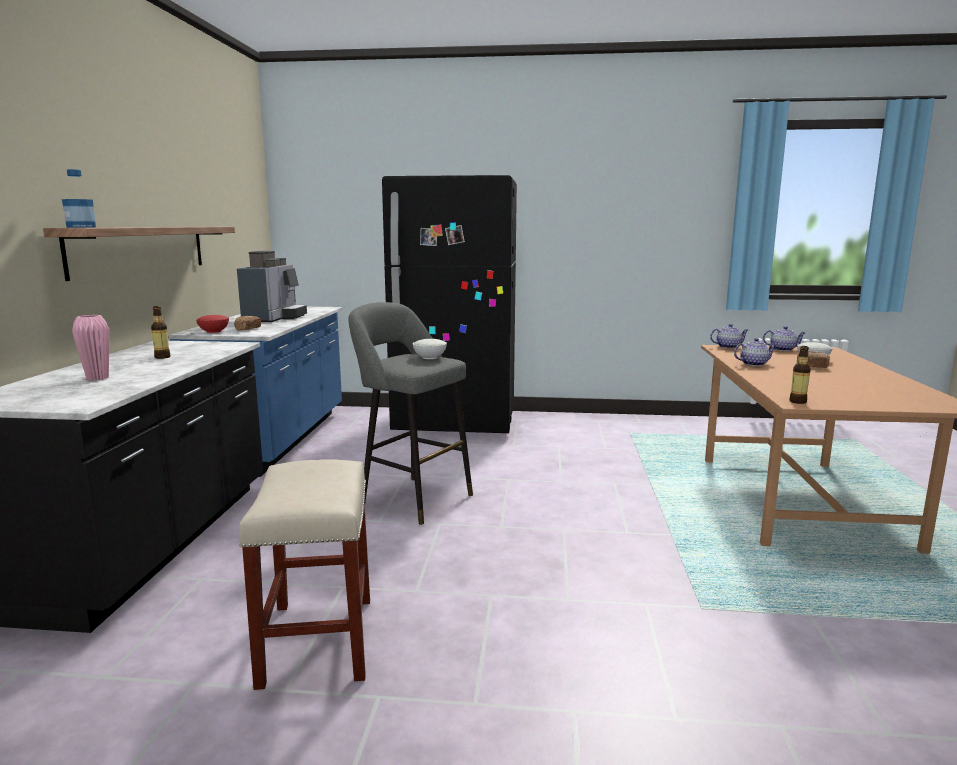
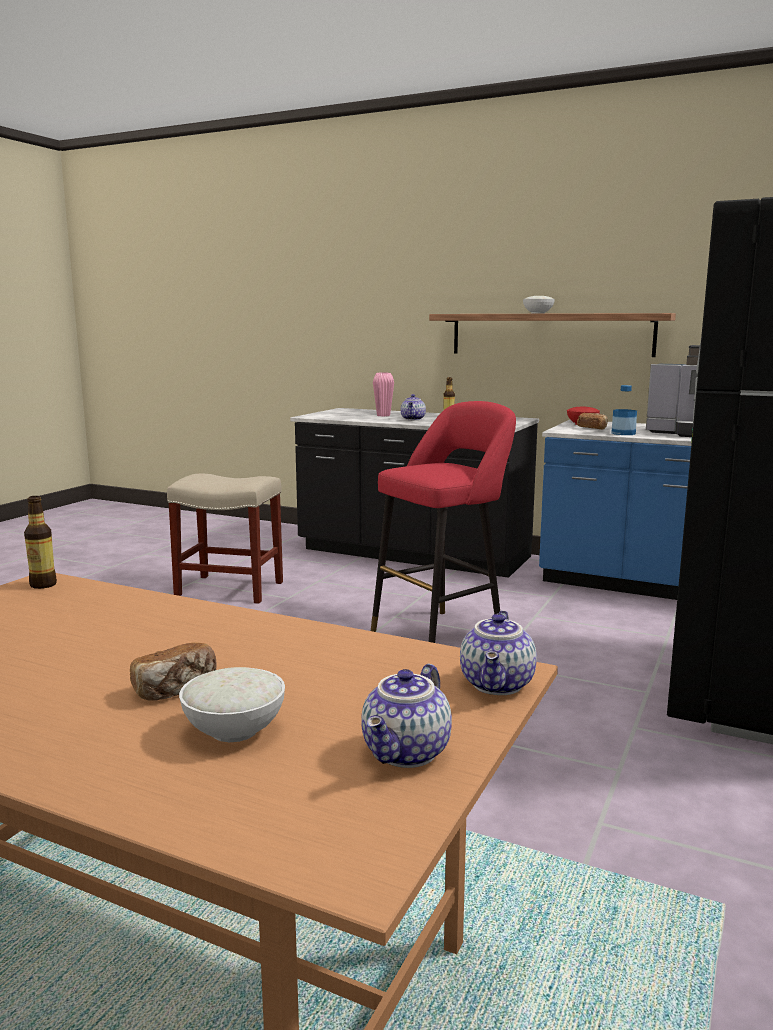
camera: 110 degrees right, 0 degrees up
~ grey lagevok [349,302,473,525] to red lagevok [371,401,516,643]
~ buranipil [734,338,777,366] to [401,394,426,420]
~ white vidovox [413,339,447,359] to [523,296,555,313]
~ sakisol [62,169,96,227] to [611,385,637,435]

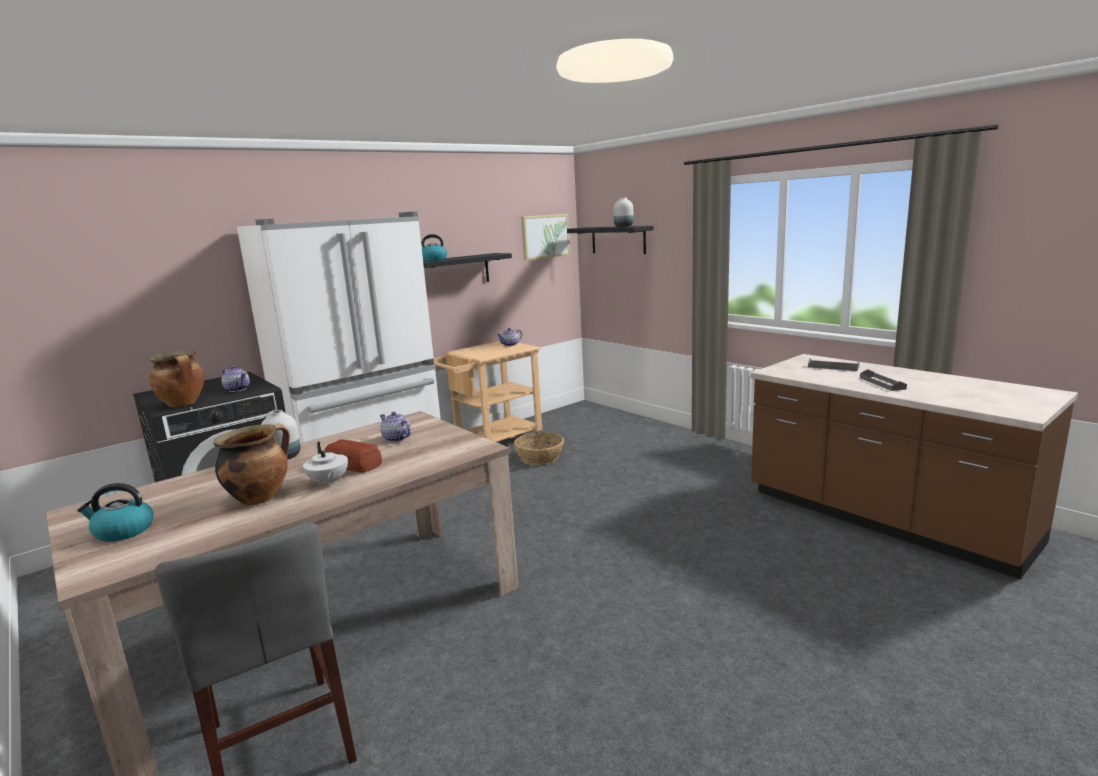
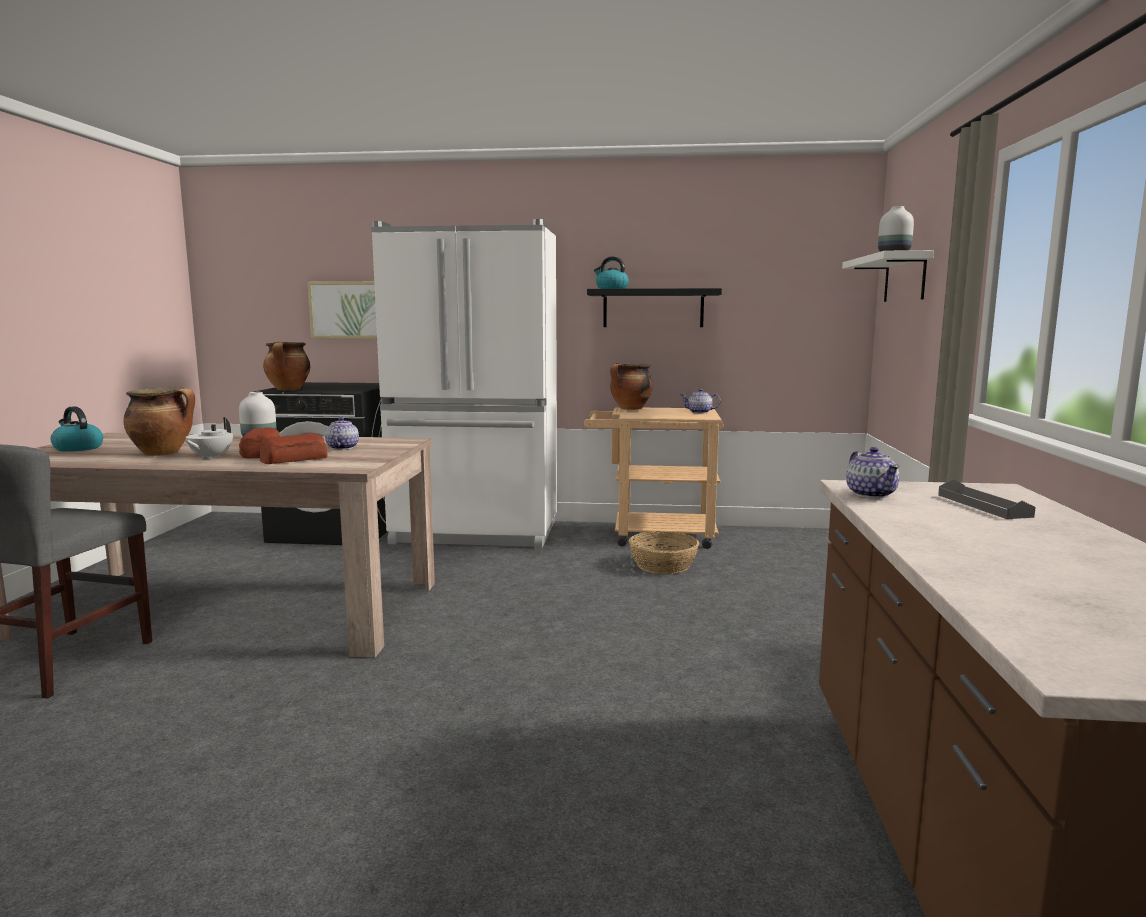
camera: 45 degrees right, 5 degrees down
+ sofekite [260,433,328,464]
~ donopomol [521,214,570,260] to [308,281,377,339]
+ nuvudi [610,363,653,410]
~ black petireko [567,226,654,254] to white petireko [842,250,934,302]
~ buranipil [221,366,250,392] to [846,447,899,498]
- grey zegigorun [860,369,907,391]

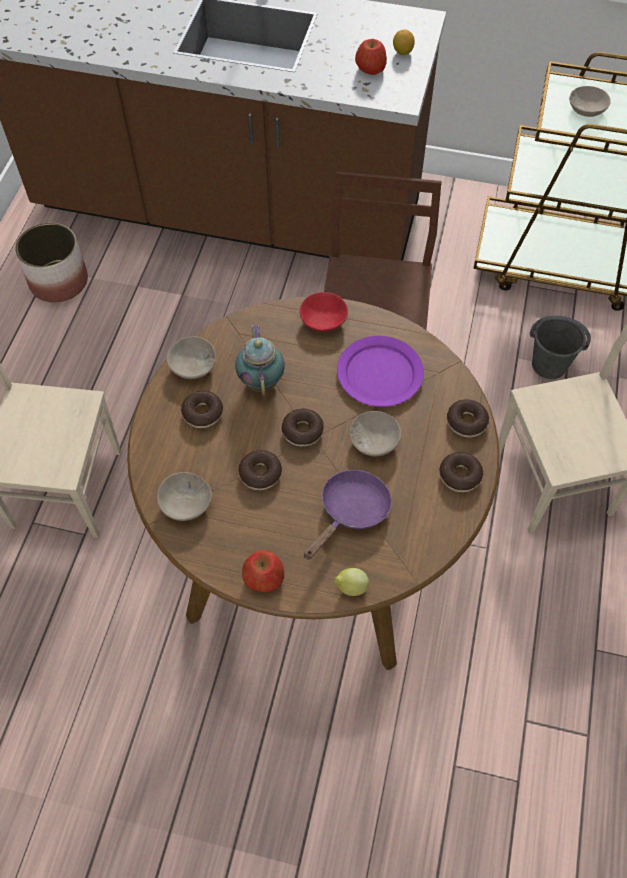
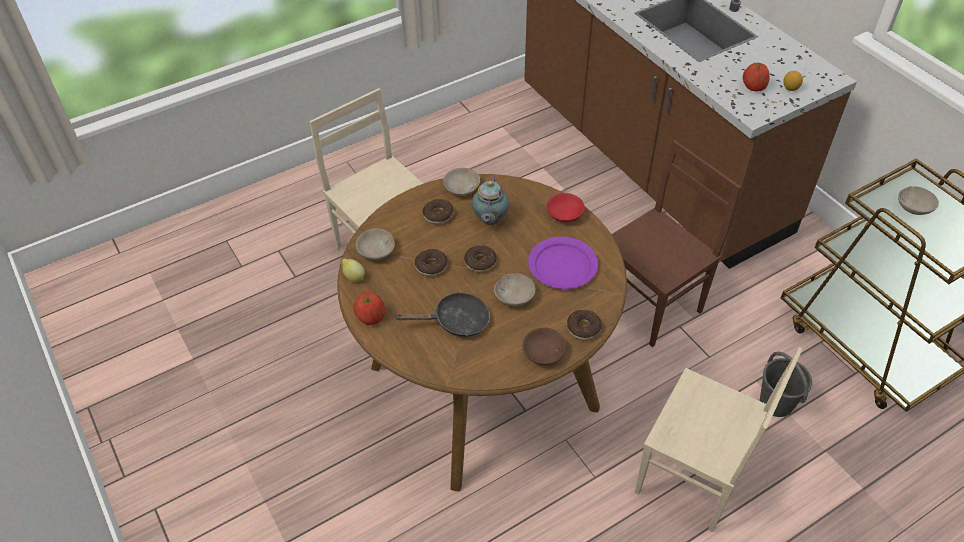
camera: 45 degrees right, 10 degrees down
~ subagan [333,568,369,596] to [341,258,365,282]
~ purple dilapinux [304,470,392,560] to black dilapinux [394,292,490,337]
~ buranipil [235,325,285,396] = [472,175,509,225] 150 degrees clockwise
~ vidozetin [439,452,483,492] to brown vidovox [522,328,566,365]
- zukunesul [15,223,88,302]

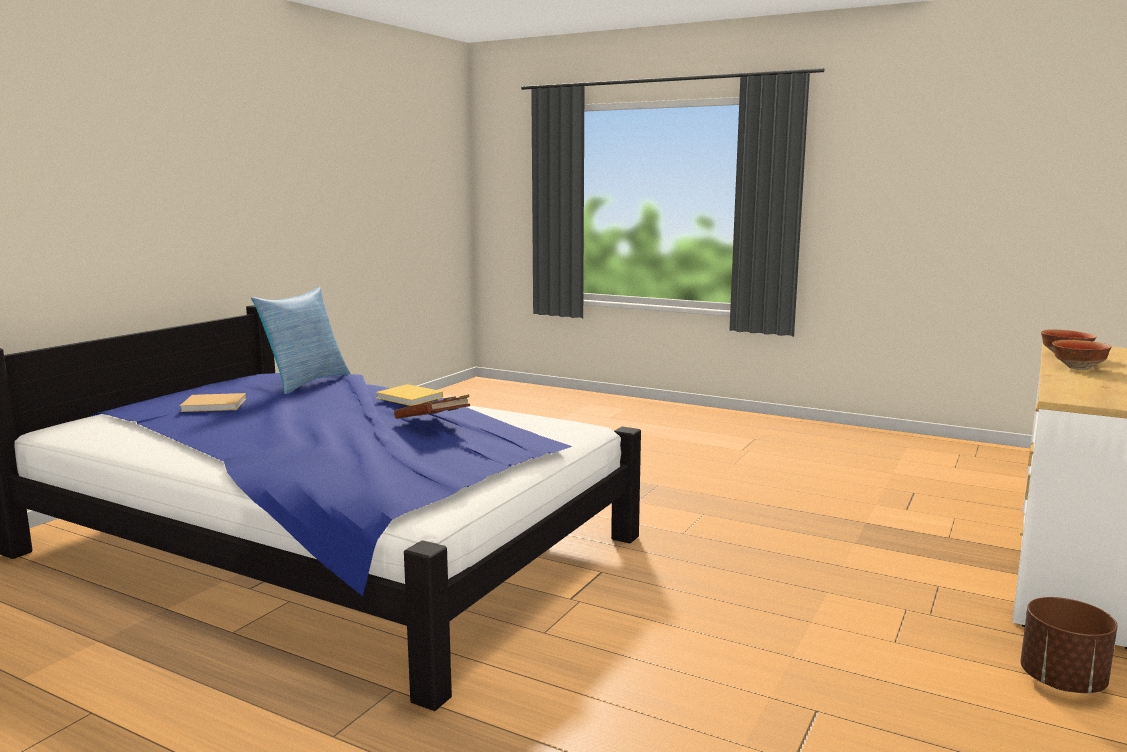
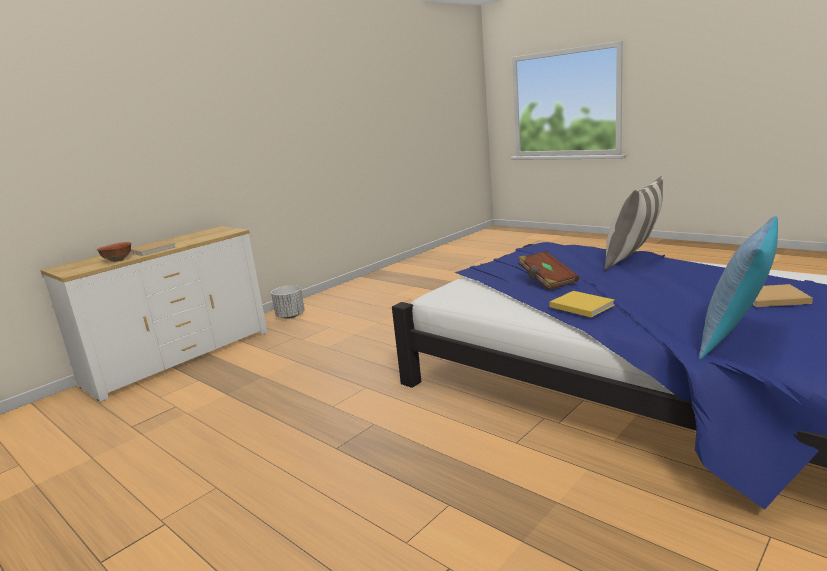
camera: 165 degrees left, 5 degrees up
~ vidovox [1052,340,1112,370] to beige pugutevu [130,241,175,256]
~ brown zukunesul [1020,597,1118,693] to white zukunesul [271,285,305,319]
+ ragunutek [604,176,664,270]

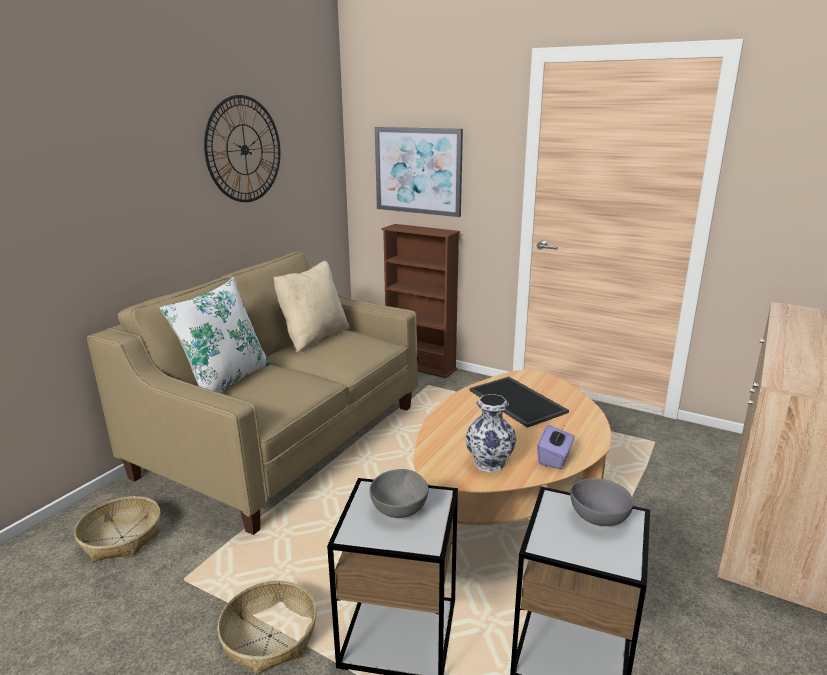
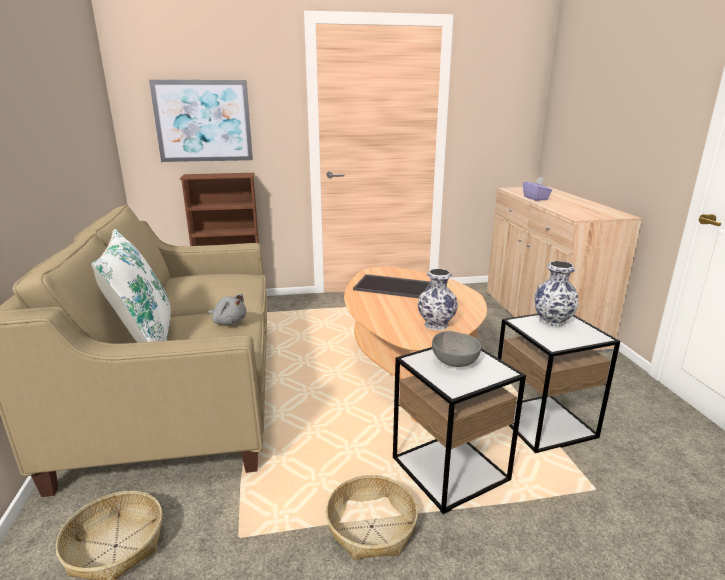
camera: 40 degrees left, 0 degrees up
+ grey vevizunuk [207,294,246,325]
~ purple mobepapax [537,425,574,469] to [523,176,552,201]
~ grey vidovox [570,478,634,526] to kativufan [534,261,579,328]
- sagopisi [204,95,281,202]
- beige ragunutek [274,261,349,353]

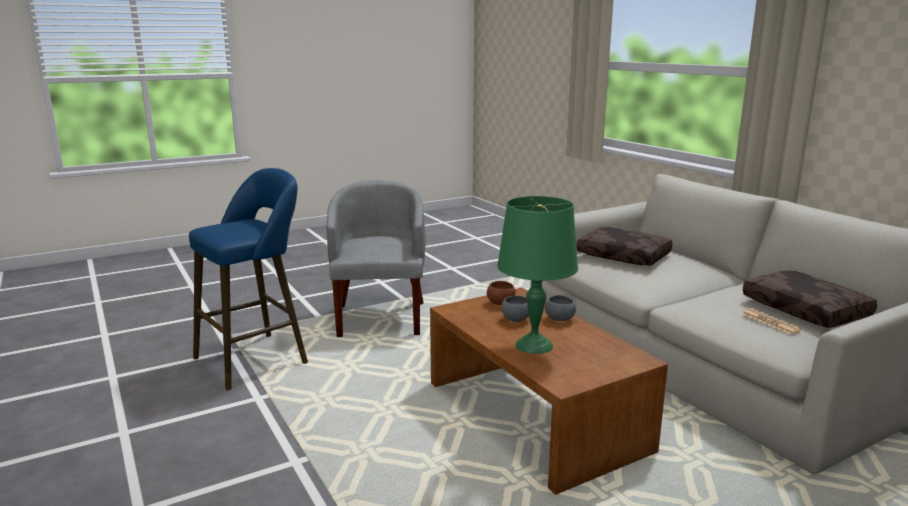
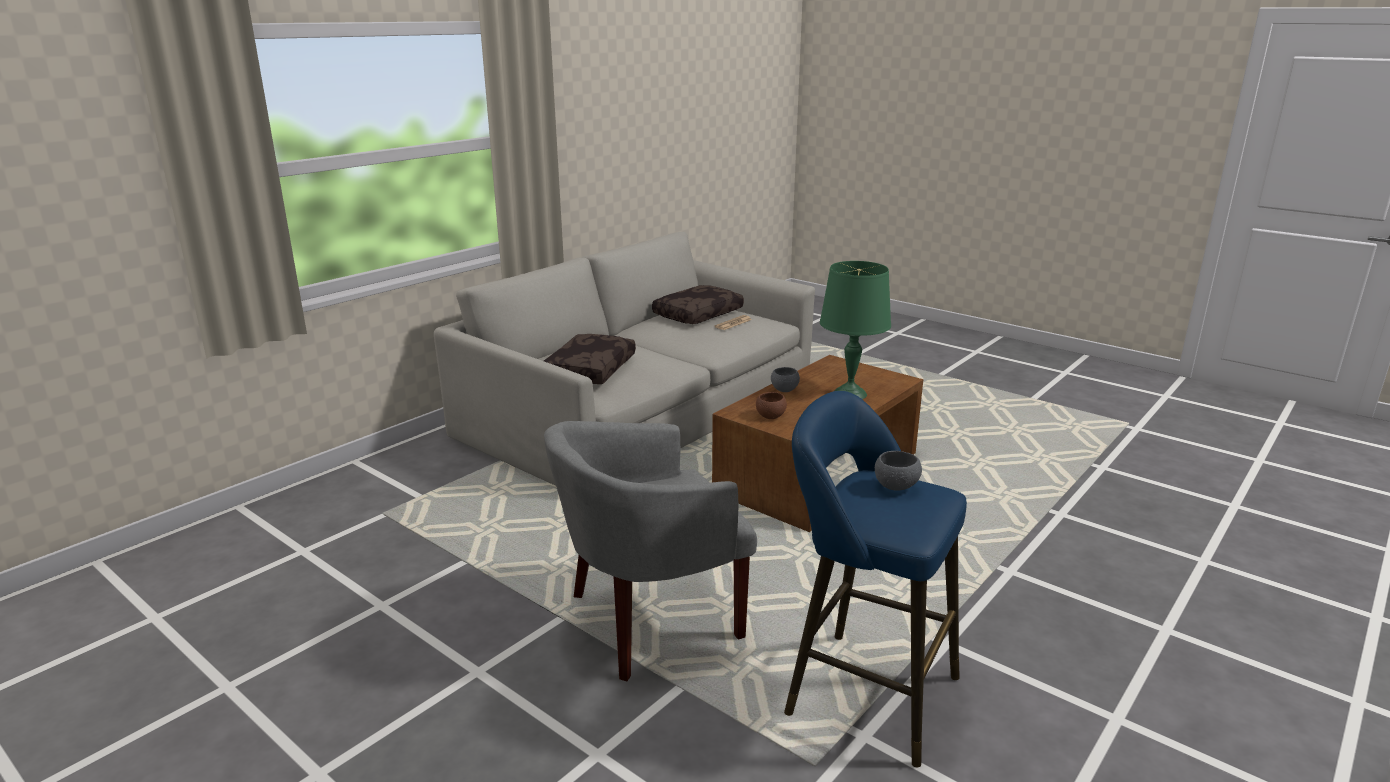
camera: 110 degrees left, 5 degrees up
~ grey vidovox [501,296,529,322] to [875,451,922,491]

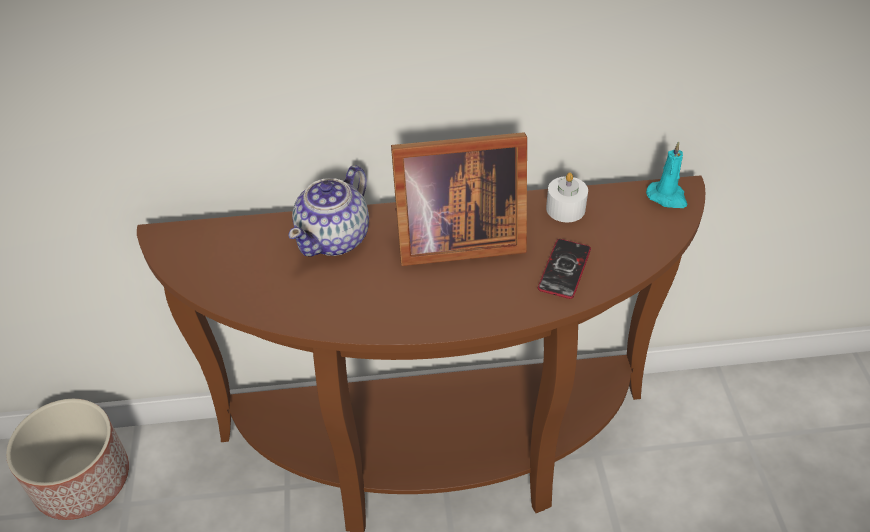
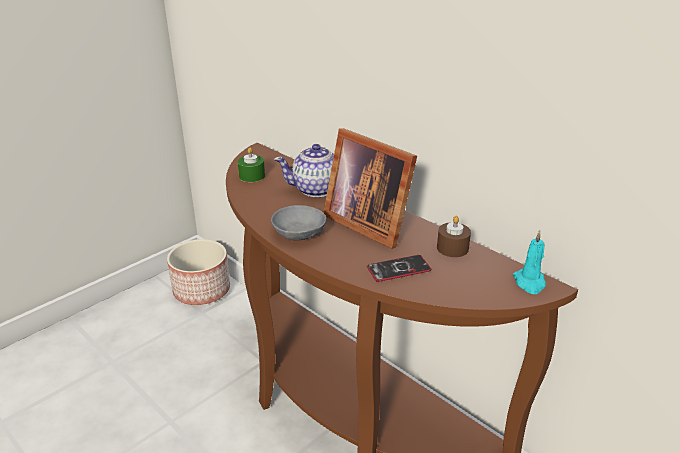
camera: 50 degrees right, 15 degrees down
+ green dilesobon [238,148,265,182]
+ grey vidovox [271,205,326,241]
~ white dilesobon [546,172,588,222] to brown dilesobon [437,216,471,257]

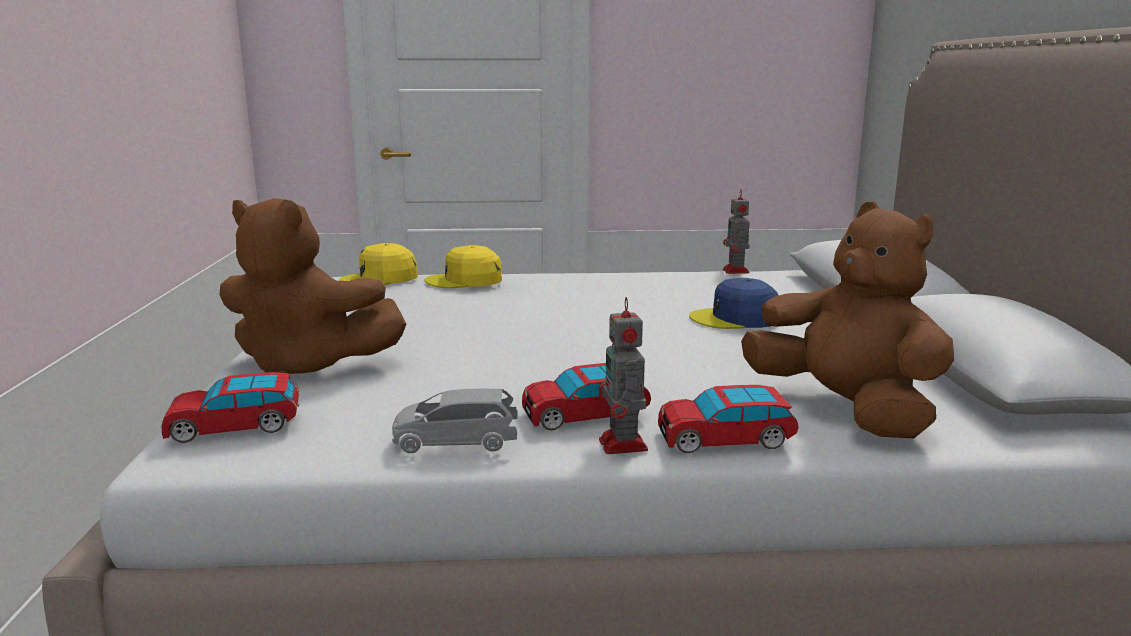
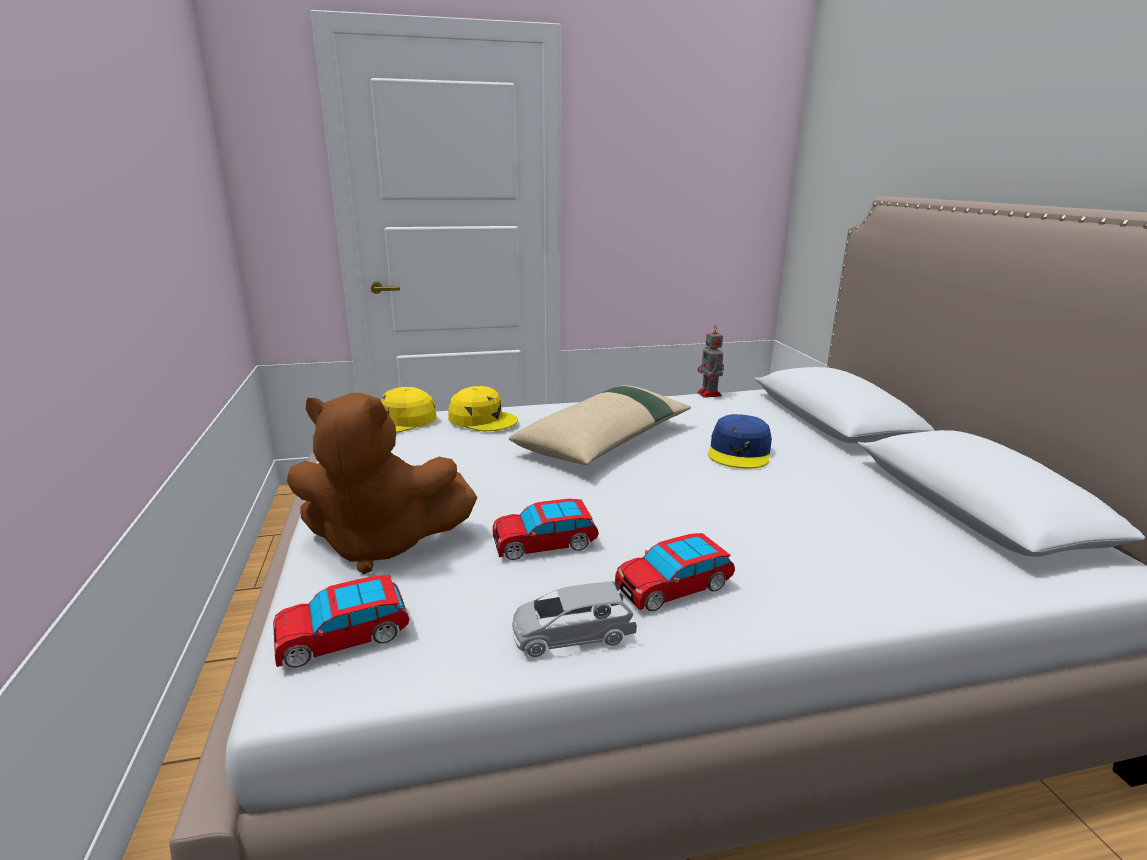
camera: 10 degrees left, 5 degrees up
~ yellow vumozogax [425,245,502,288] = [448,386,518,431] 135 degrees counterclockwise
~ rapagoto [658,385,799,453] to [493,499,599,560]
+ beige ragunutek [509,385,691,465]
~ blue vumozogax [689,278,779,329] = [708,414,772,468] 60 degrees counterclockwise
- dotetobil [599,297,648,454]
- brown vevizunuk [741,201,954,438]

